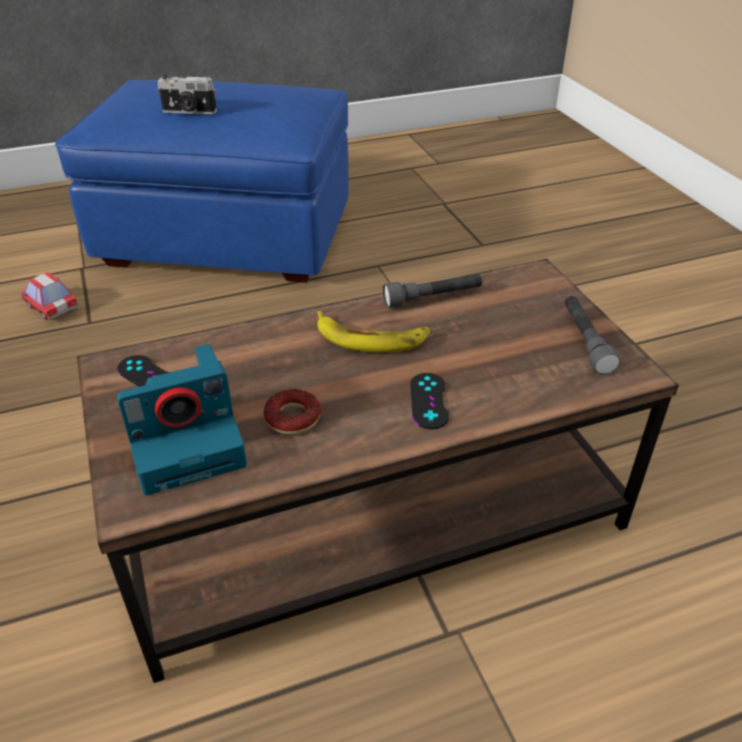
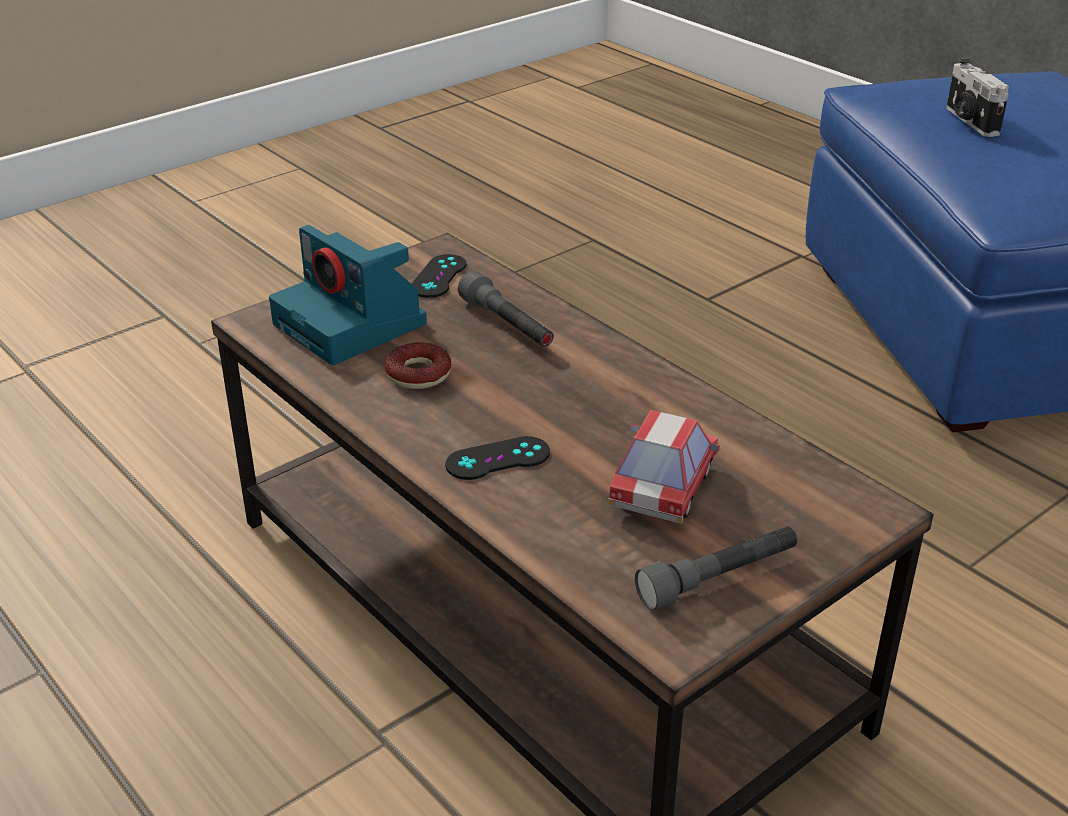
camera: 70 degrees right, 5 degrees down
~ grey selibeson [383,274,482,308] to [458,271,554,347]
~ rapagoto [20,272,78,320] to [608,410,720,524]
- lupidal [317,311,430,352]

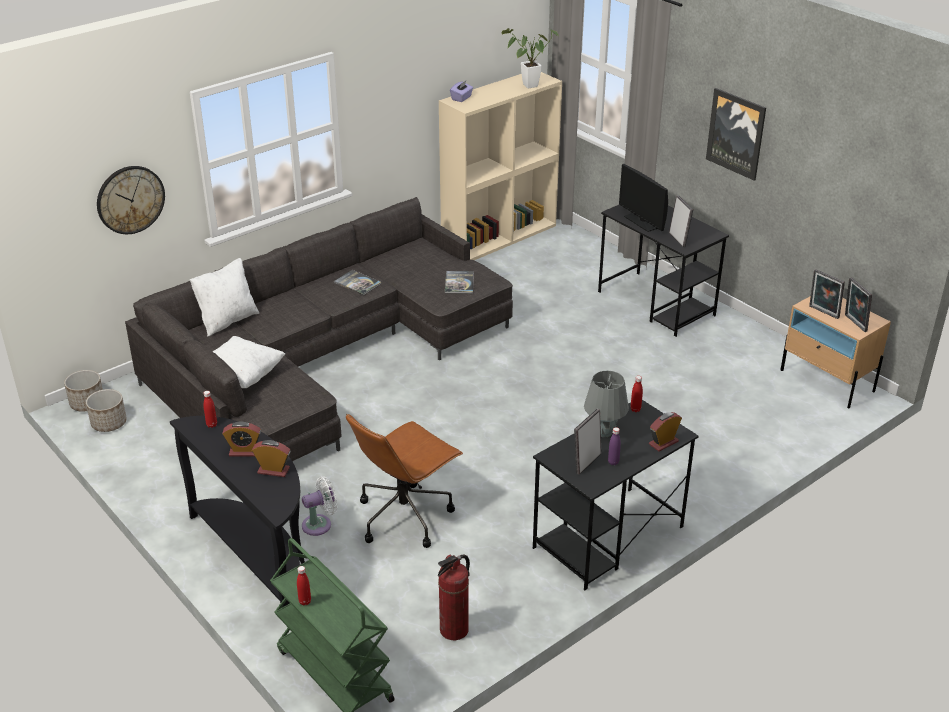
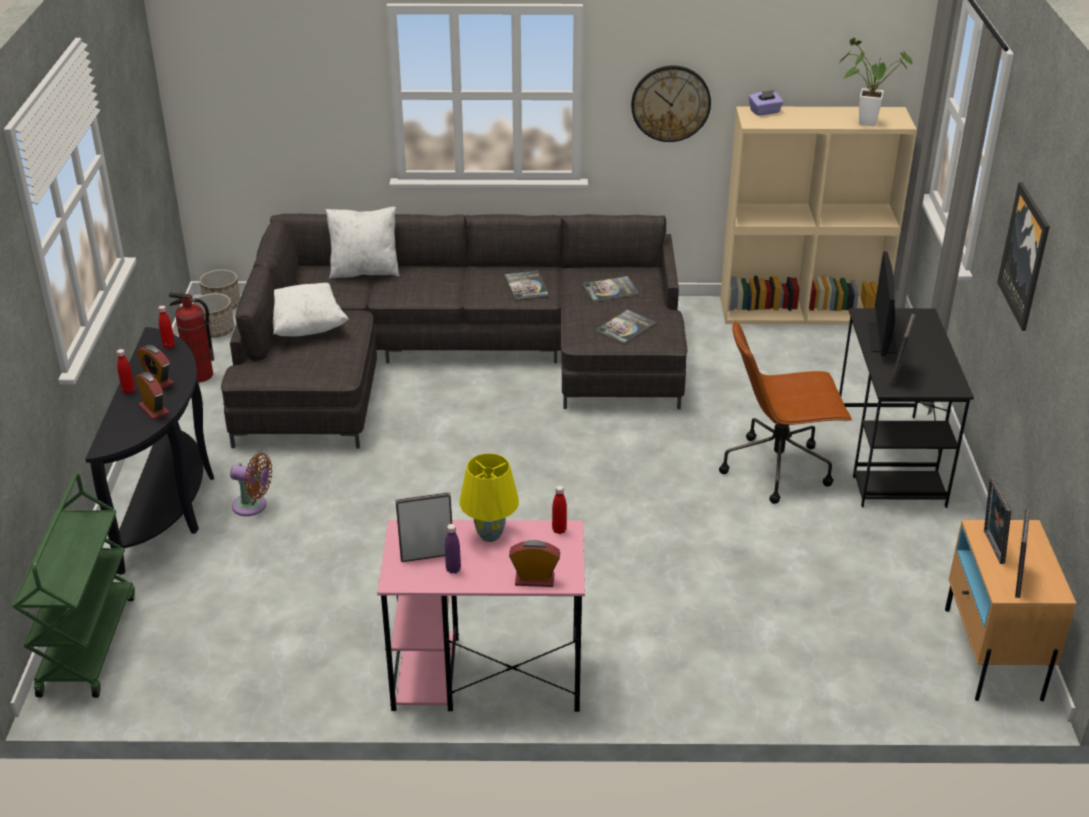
camera: 40 degrees right, 0 degrees up
~ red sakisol [297,566,311,605] to [117,349,135,394]
~ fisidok [438,554,470,640] to [169,292,214,383]
~ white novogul [302,477,337,536] to brown novogul [230,453,272,516]
~ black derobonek [533,400,698,590] to pink derobonek [377,520,585,712]
~ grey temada [584,371,629,438] to yellow temada [460,453,519,542]
+ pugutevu [583,276,639,302]
~ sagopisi [97,166,165,234] to [631,65,711,142]
~ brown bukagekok [346,413,463,548] to [719,320,852,504]

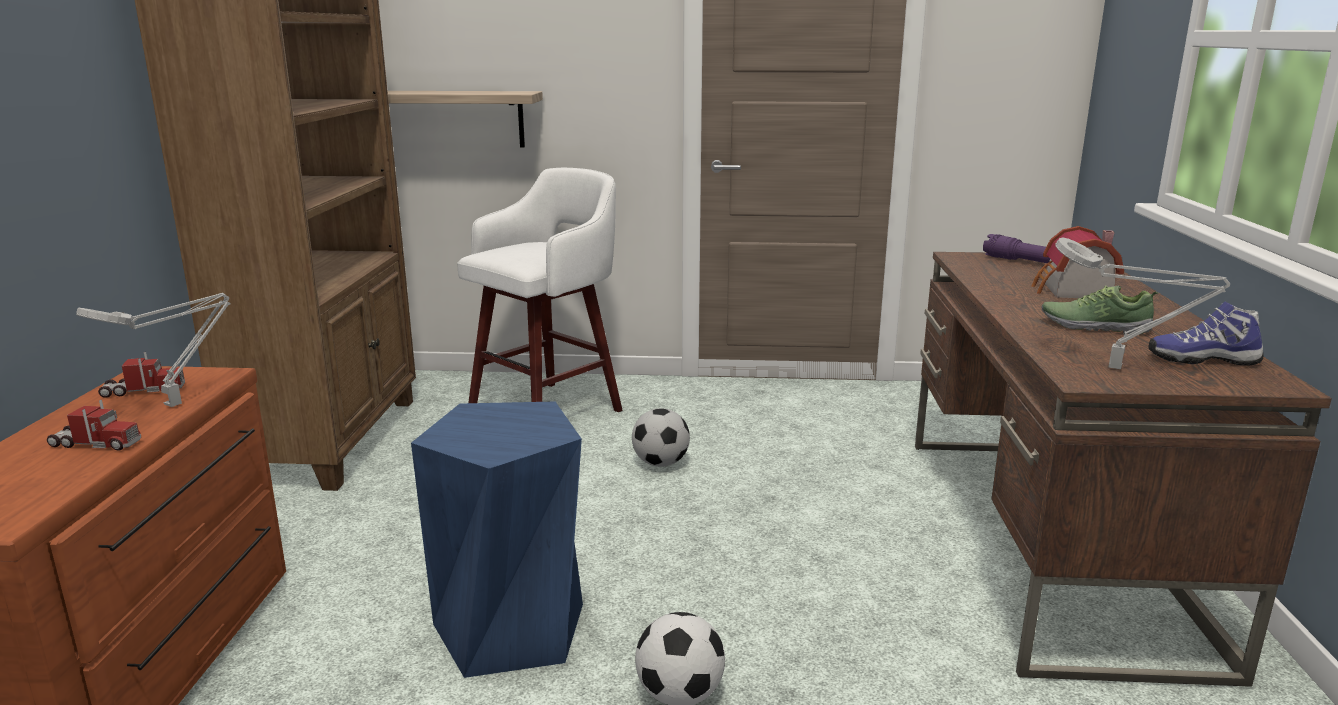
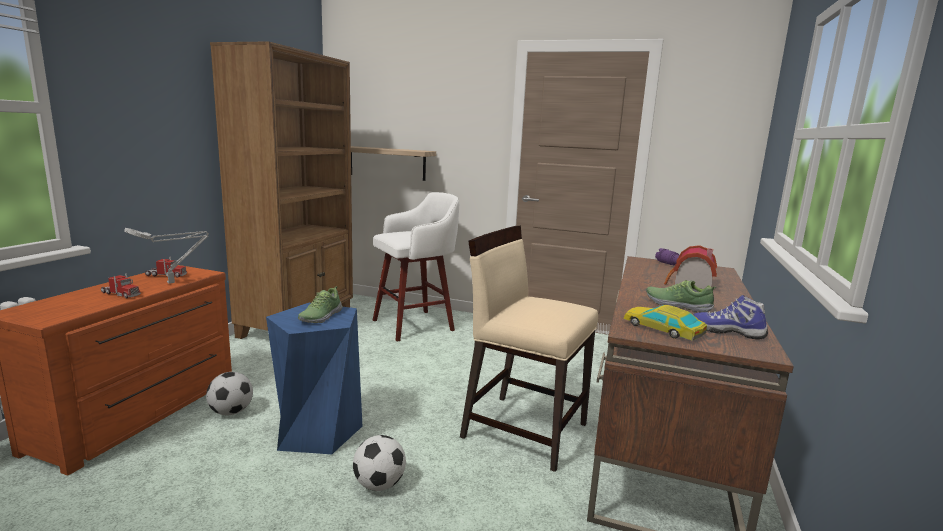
camera: 15 degrees right, 5 degrees down
~ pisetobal [632,408,690,467] to [206,372,253,415]
+ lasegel [298,286,342,323]
+ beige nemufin [460,226,598,472]
~ grey temada [1055,237,1230,369] to rapagoto [623,305,707,341]

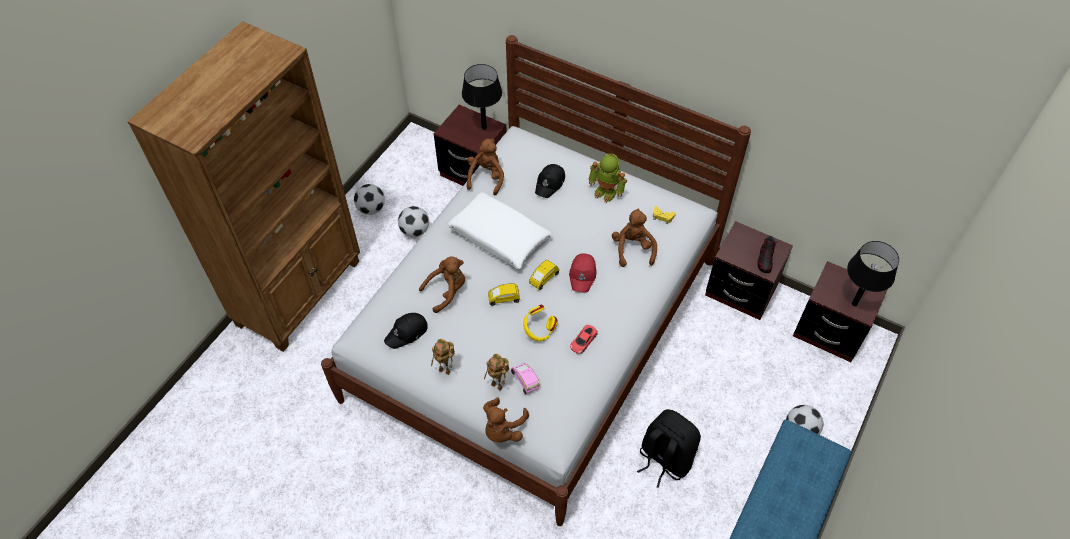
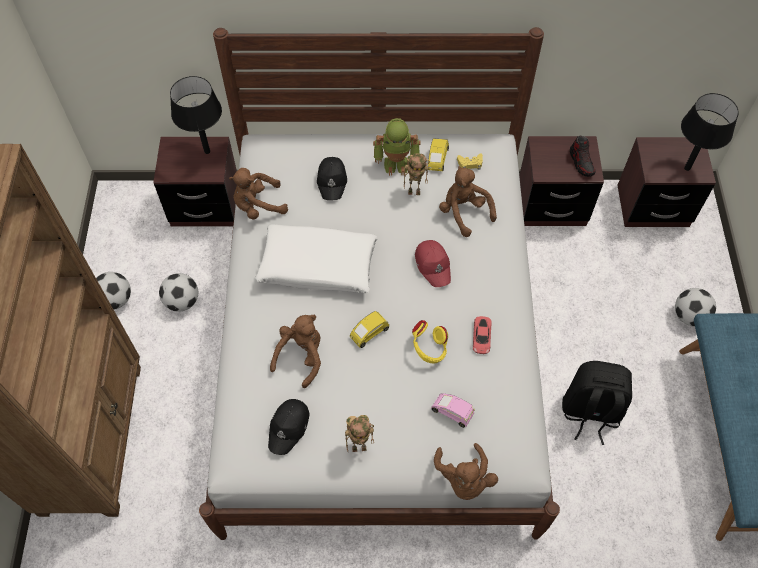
camera: 30 degrees left, 5 degrees up
~ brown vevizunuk [467,139,504,195] = [229,168,288,220] 90 degrees counterclockwise
~ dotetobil [484,354,509,391] to [404,153,430,195]
~ yellow rapagoto [529,260,559,290] to [428,138,449,171]

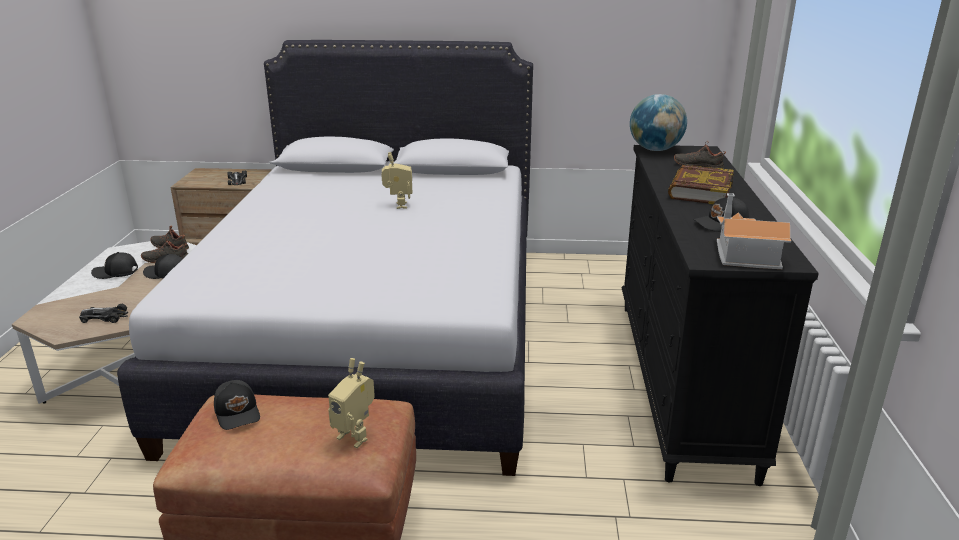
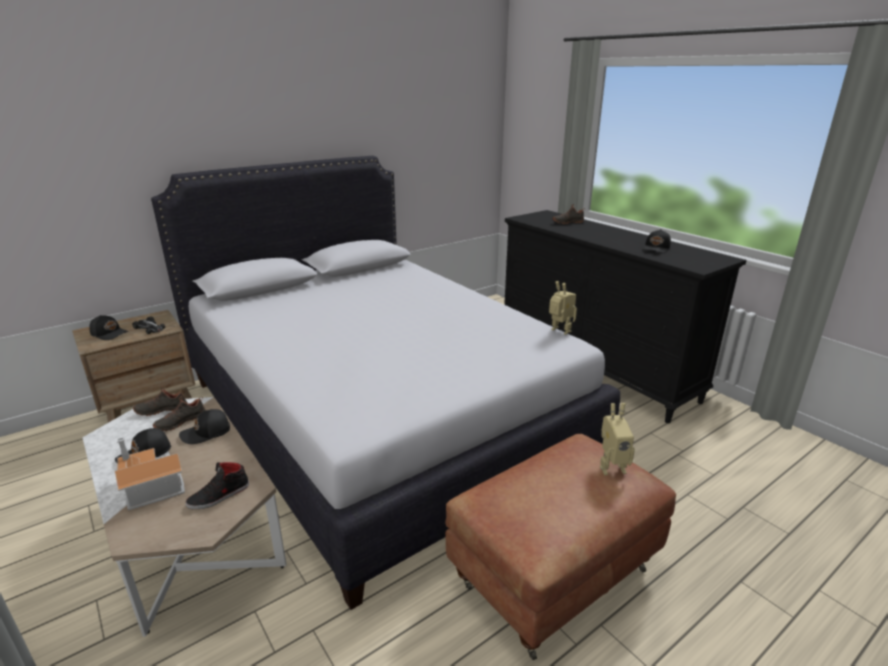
camera: 40 degrees left, 0 degrees up
~ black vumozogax [214,380,260,430] to [89,315,128,340]
~ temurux [717,193,791,269] to [115,437,185,511]
~ rapagoto [79,304,128,323] to black lasegel [186,462,249,509]
~ dotetobil [381,152,412,209] to [549,281,577,335]
- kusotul [630,94,687,151]
- pugutevu [668,165,734,204]

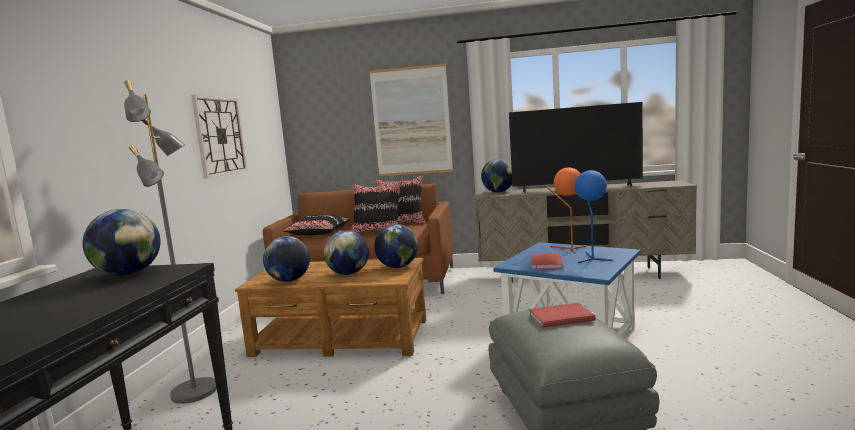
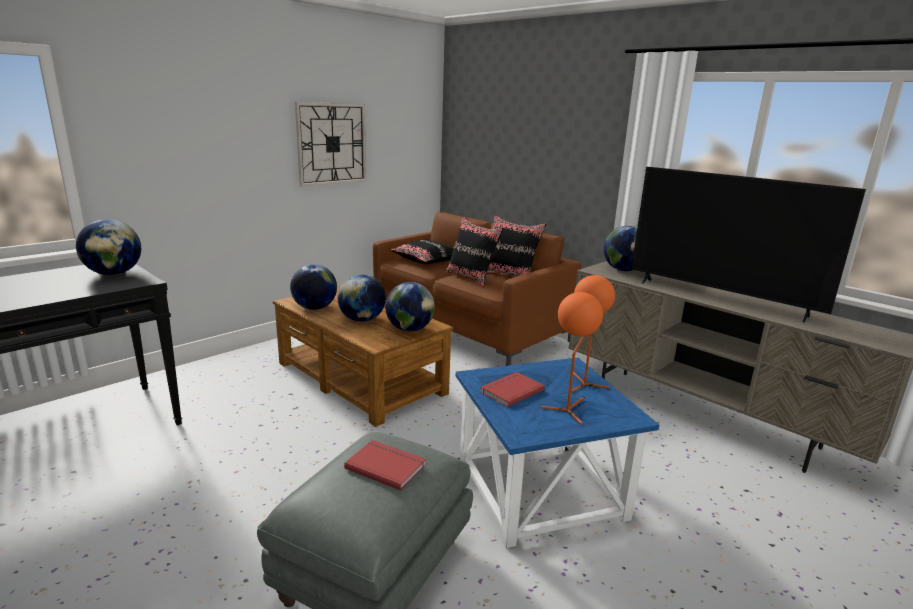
camera: 35 degrees right, 10 degrees up
~ blue temada [575,170,613,263] to orange temada [541,292,603,425]
- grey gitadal [124,80,217,404]
- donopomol [369,63,453,176]

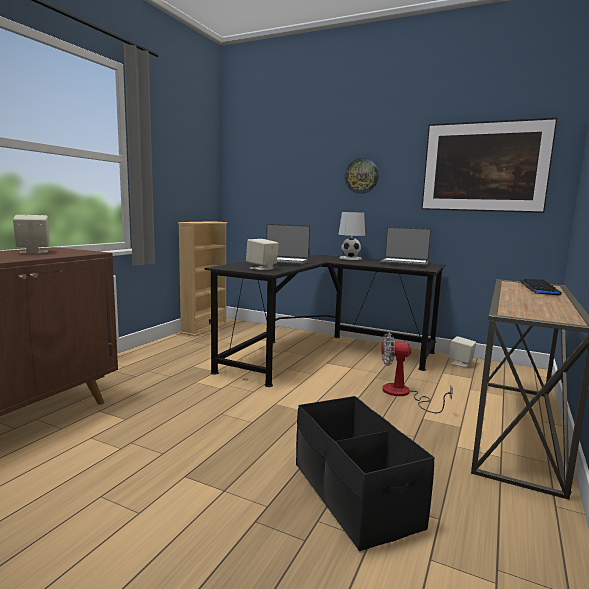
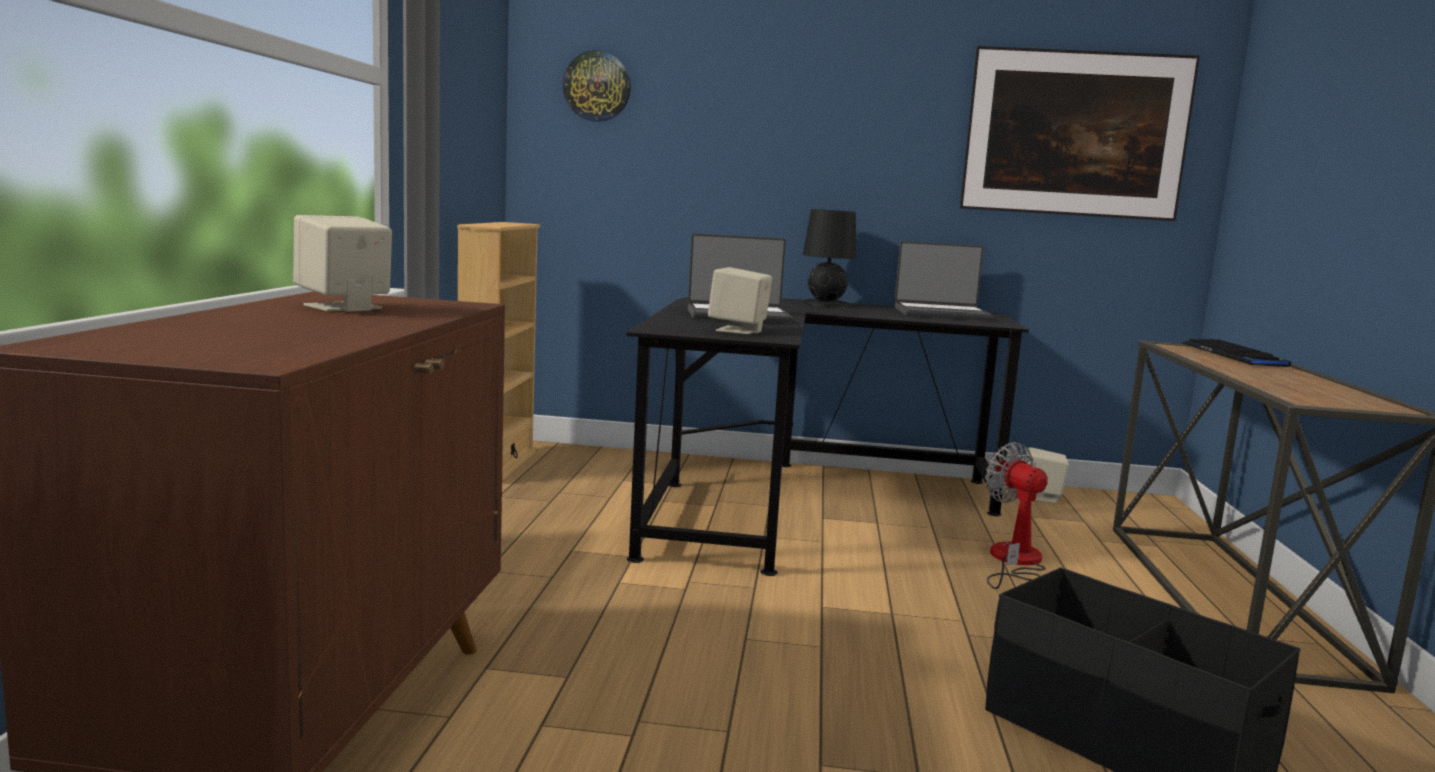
camera: 20 degrees left, 0 degrees up
~ sagopisi [345,158,379,194] to [563,50,631,122]
~ white temada [339,212,365,260] to black temada [803,209,857,307]
~ novogul [381,332,453,413] = [985,442,1048,589] 75 degrees clockwise

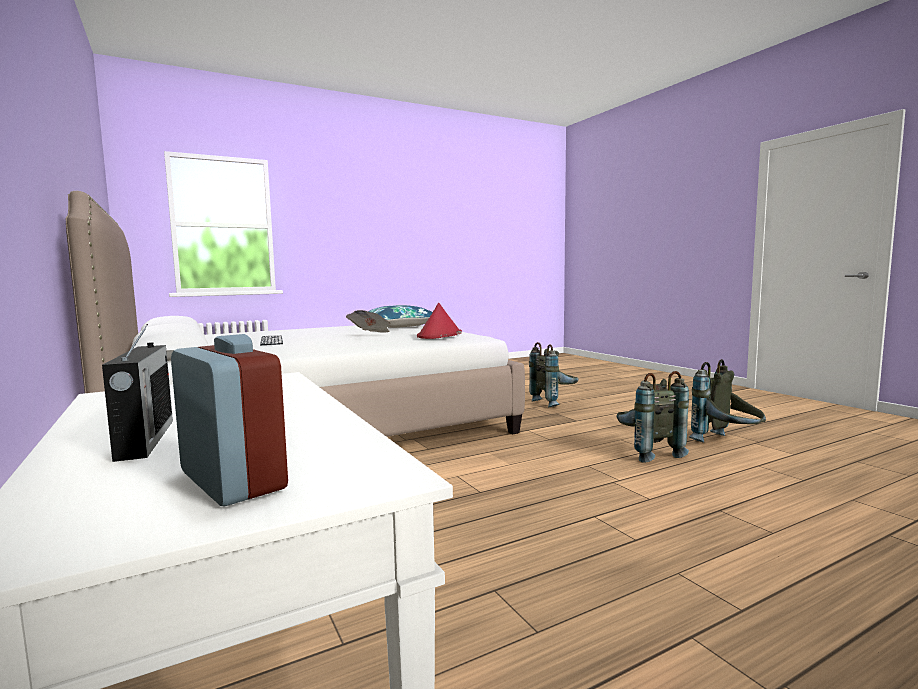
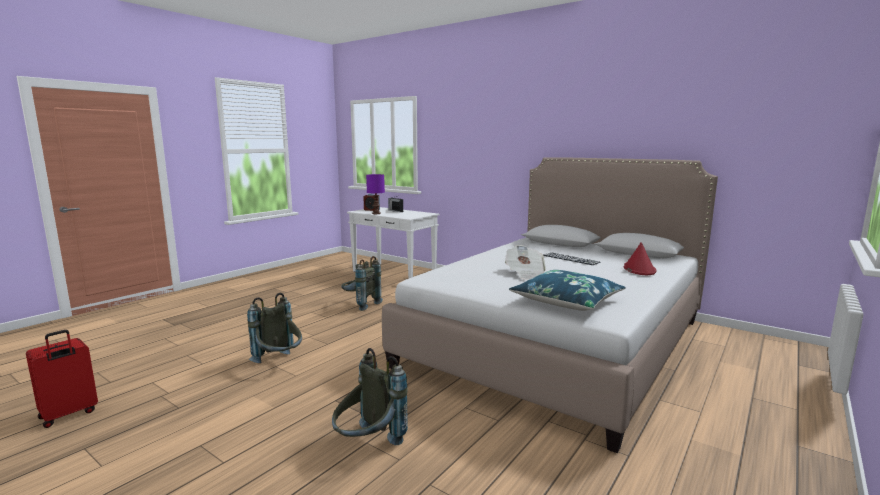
camera: 155 degrees right, 5 degrees up
+ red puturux [26,330,98,428]
~ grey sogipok [689,359,766,442] to [341,256,383,311]
+ purple temada [366,174,385,214]
~ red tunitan [417,303,462,339] to [624,242,656,275]

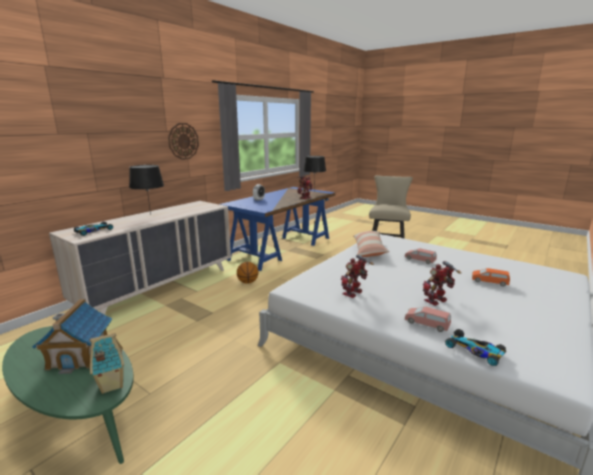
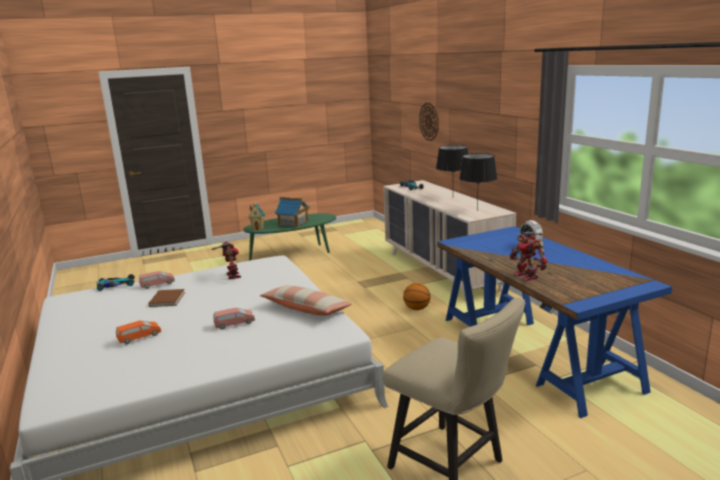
camera: 120 degrees right, 0 degrees up
~ dotetobil [423,261,462,306] to brown pugutevu [148,289,185,307]
~ sagopisi [168,123,199,160] to [419,103,439,141]
~ black temada [303,156,326,192] to [459,153,497,211]

